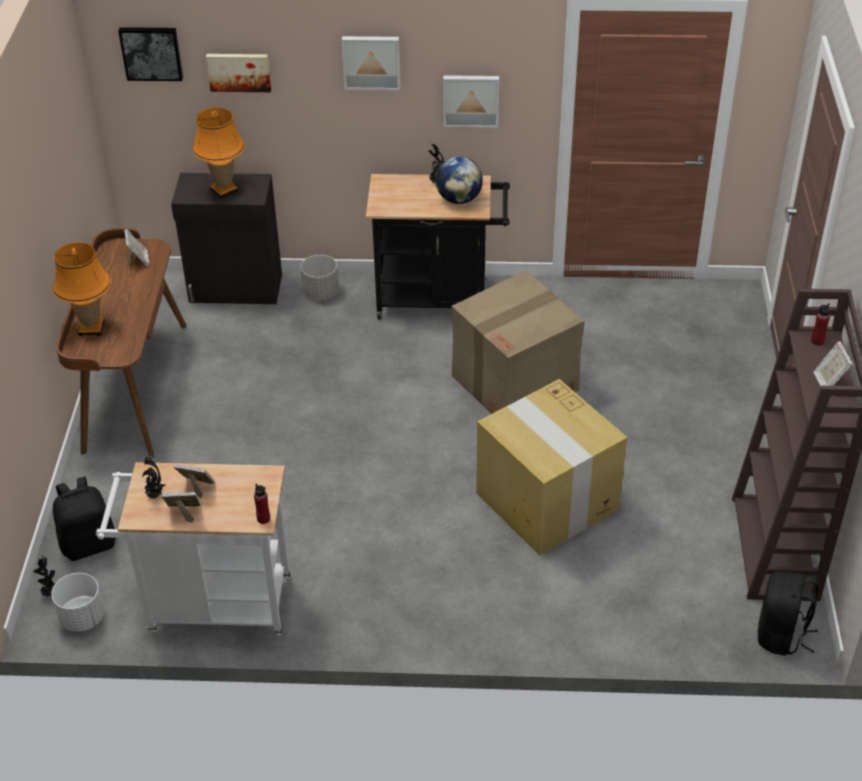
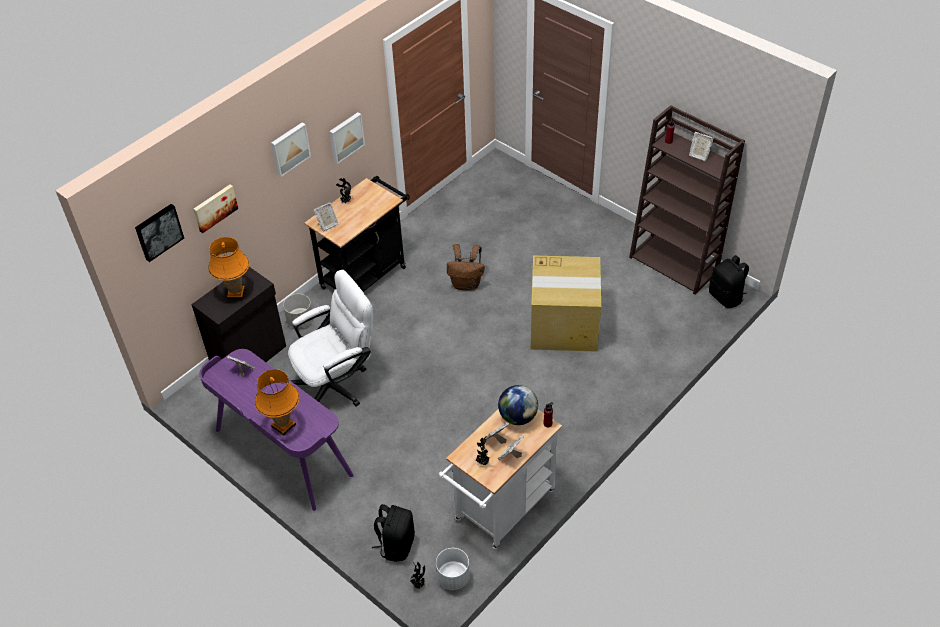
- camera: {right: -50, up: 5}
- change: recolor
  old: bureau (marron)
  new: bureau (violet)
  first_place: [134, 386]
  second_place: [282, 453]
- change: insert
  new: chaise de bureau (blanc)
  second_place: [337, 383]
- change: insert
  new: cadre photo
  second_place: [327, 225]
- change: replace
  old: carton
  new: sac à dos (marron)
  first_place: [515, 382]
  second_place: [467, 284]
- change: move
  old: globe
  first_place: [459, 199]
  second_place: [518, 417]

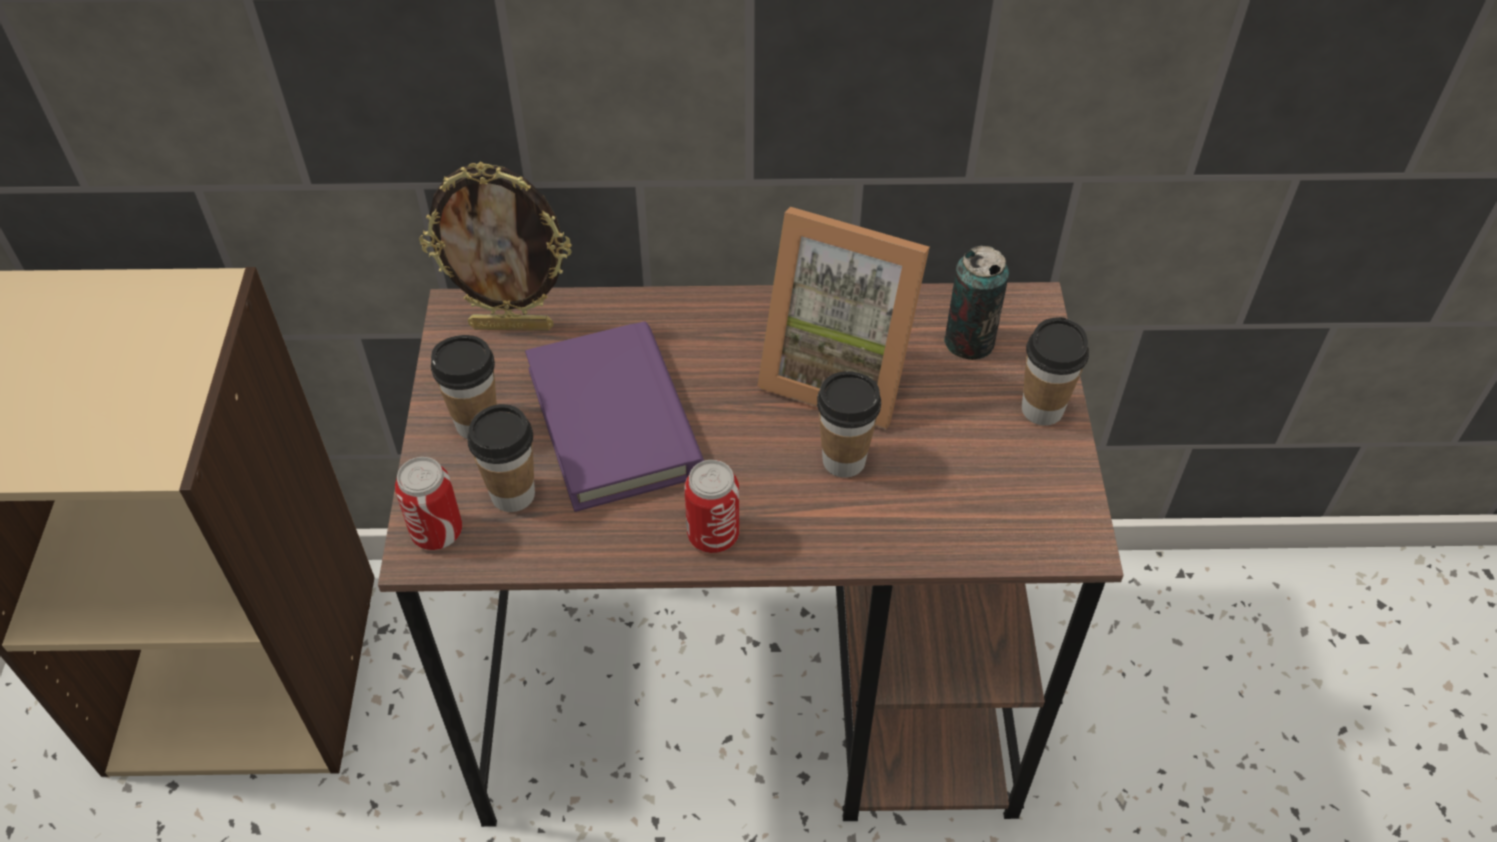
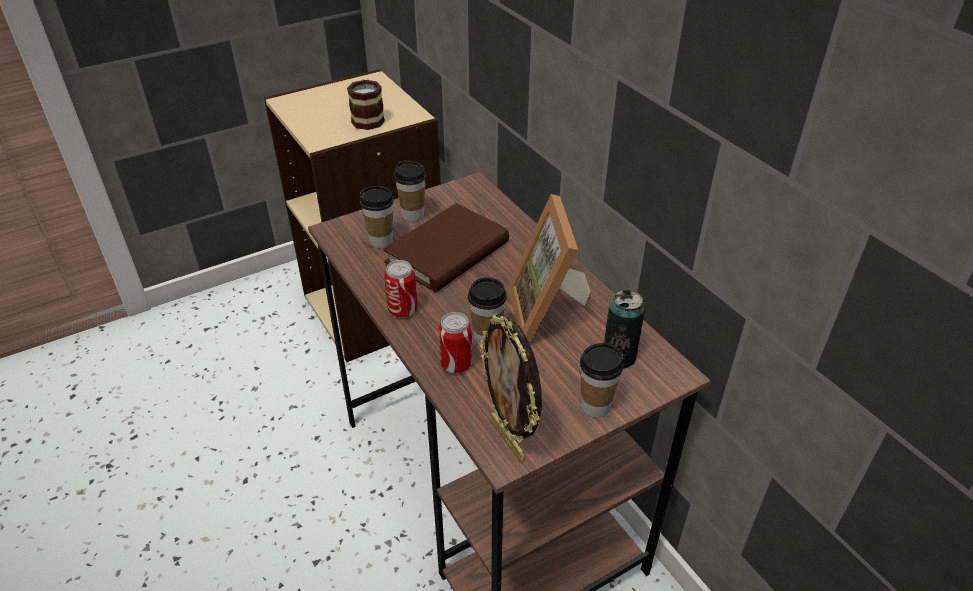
- camera: {right: 60, up: -10}
- change: insert
  new: mug
  second_place: [368, 118]
- change: recolor
  old: livre (violet)
  new: livre (marron)
  first_place: [614, 421]
  second_place: [447, 252]
- change: move
  old: boîte métallique
  first_place: [437, 532]
  second_place: [456, 364]
- change: move
  old: cadre photo
  first_place: [512, 325]
  second_place: [509, 439]

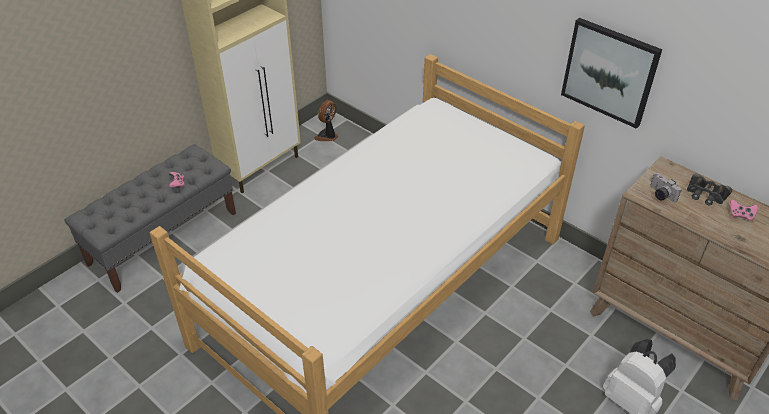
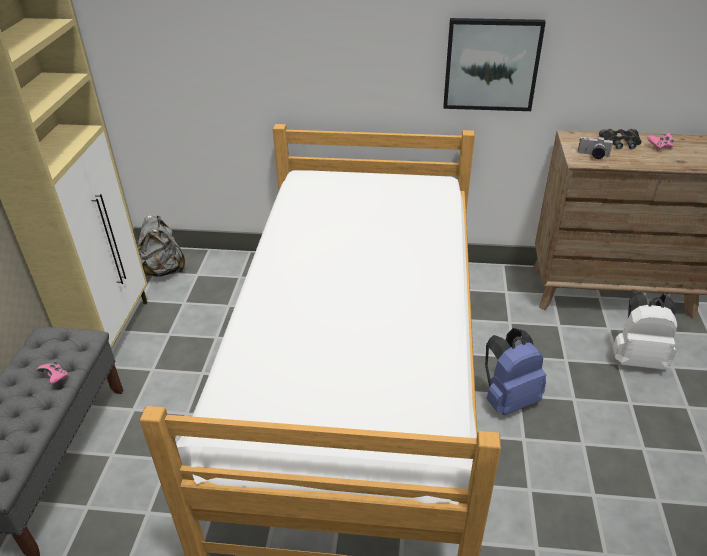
- camera: {right: -35, up: -5}
- change: replace
  old: ventilateur
  new: sac à dos (gris)
  first_place: [327, 136]
  second_place: [163, 270]
- change: insert
  new: sac à dos (bleu)
  second_place: [508, 398]

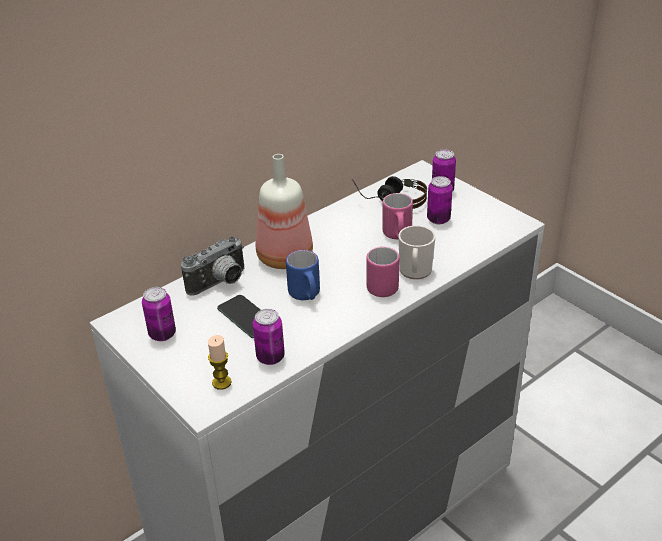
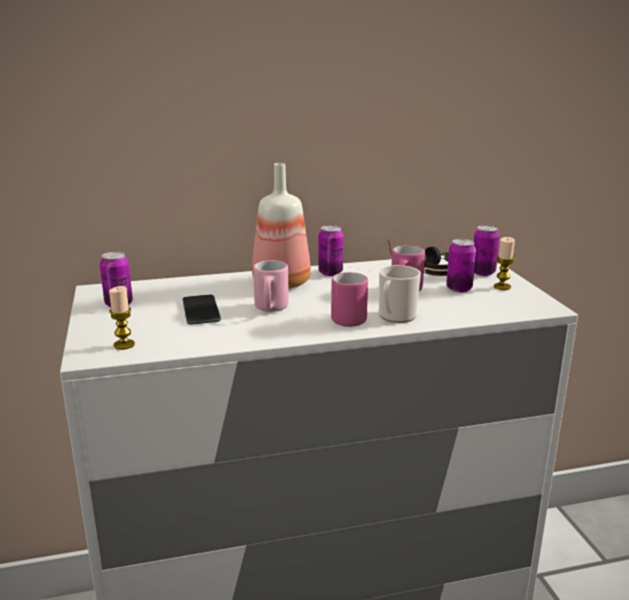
- camera: {right: 25, up: -15}
- change: recolor
  old: mug (bleu)
  new: mug (rose)
  first_place: [306, 295]
  second_place: [270, 309]
- change: move
  old: boîte métallique
  first_place: [270, 357]
  second_place: [330, 272]
- change: insert
  new: bougie
  second_place: [502, 287]
- change: delete
  old: appareil photo
  first_place: [220, 283]

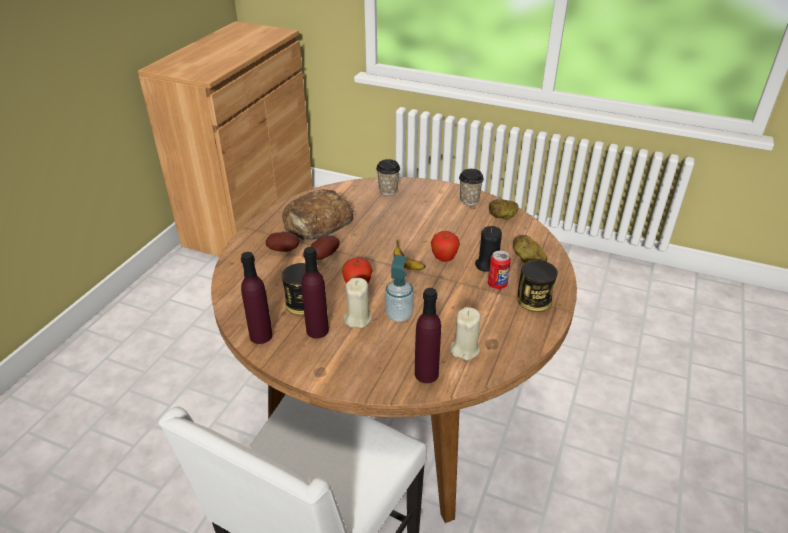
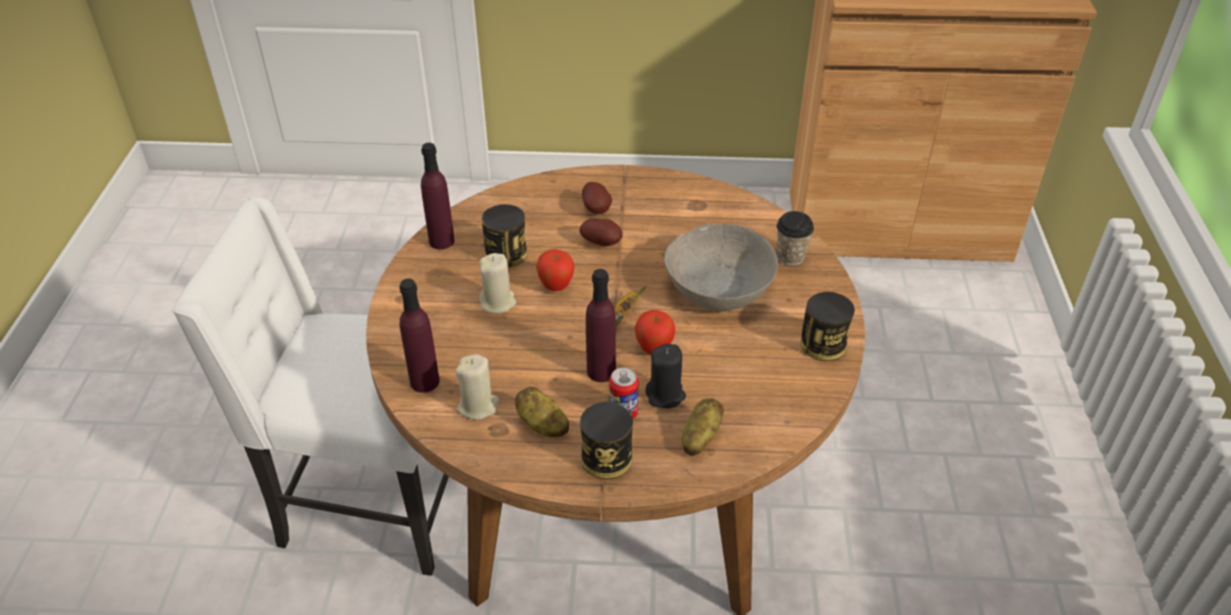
- camera: {right: 70, up: 5}
- change: move
  old: pomme de terre
  first_place: [503, 217]
  second_place: [542, 424]
- change: move
  old: bouteille (violet)
  first_place: [317, 330]
  second_place: [601, 371]
- change: insert
  new: bol (gris)
  second_place: [718, 288]
- change: replace
  old: tasse
  new: boîte métallique
  first_place: [469, 200]
  second_place: [823, 344]
- change: delete
  old: pain
  first_place: [317, 223]
- change: delete
  old: distributeur de savon
  first_place: [399, 315]

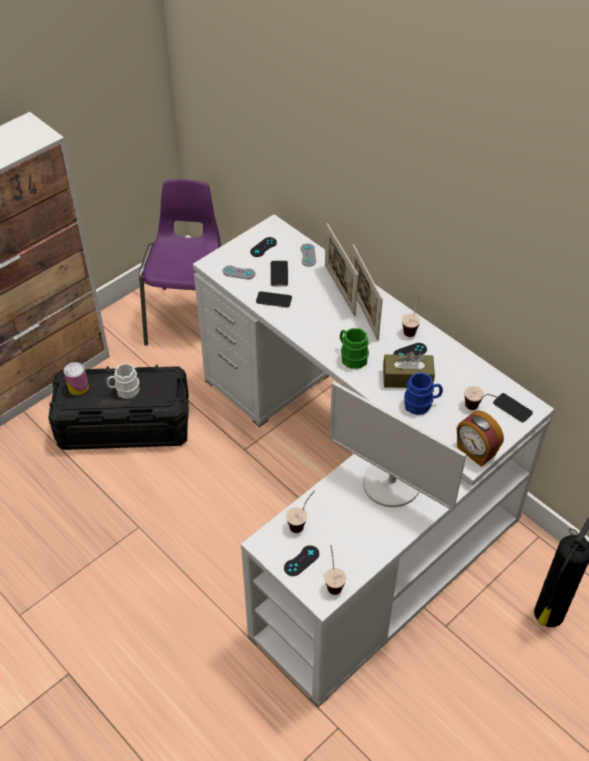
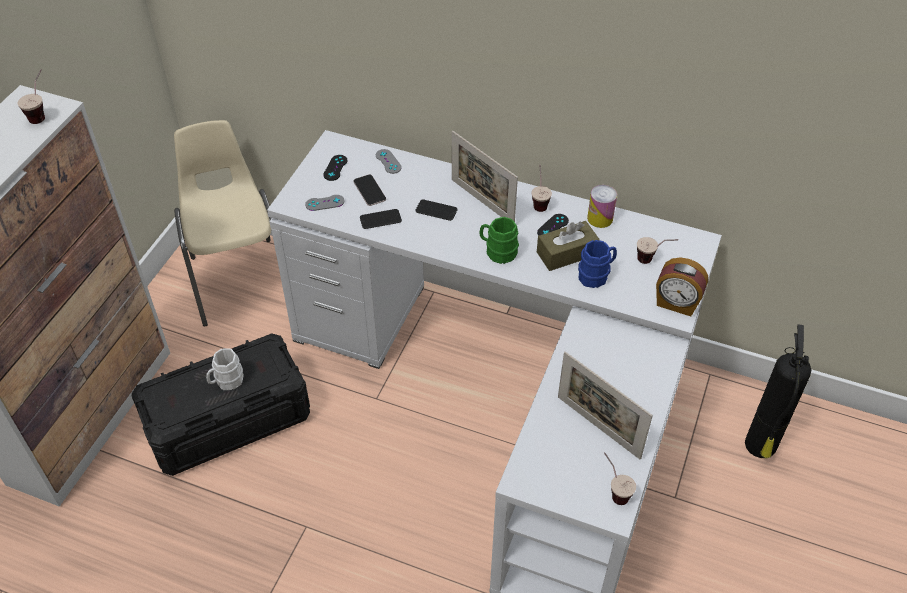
- camera: {right: -25, up: 0}
- change: move
  old: tasse
  first_place: [302, 521]
  second_place: [42, 113]
- change: recolor
  old: chaise (violet)
  new: chaise (beige)
  first_place: [190, 317]
  second_place: [239, 278]
- change: move
  old: téléphone
  first_place: [512, 408]
  second_place: [436, 210]
- change: move
  old: cadre photo
  first_place: [339, 290]
  second_place: [598, 427]
- change: move
  old: boîte métallique
  first_place: [78, 387]
  second_place: [600, 218]
- change: delete
  old: manette (noir)
  first_place: [301, 561]
- change: delete
  old: écran d'ordinateur
  first_place: [391, 483]

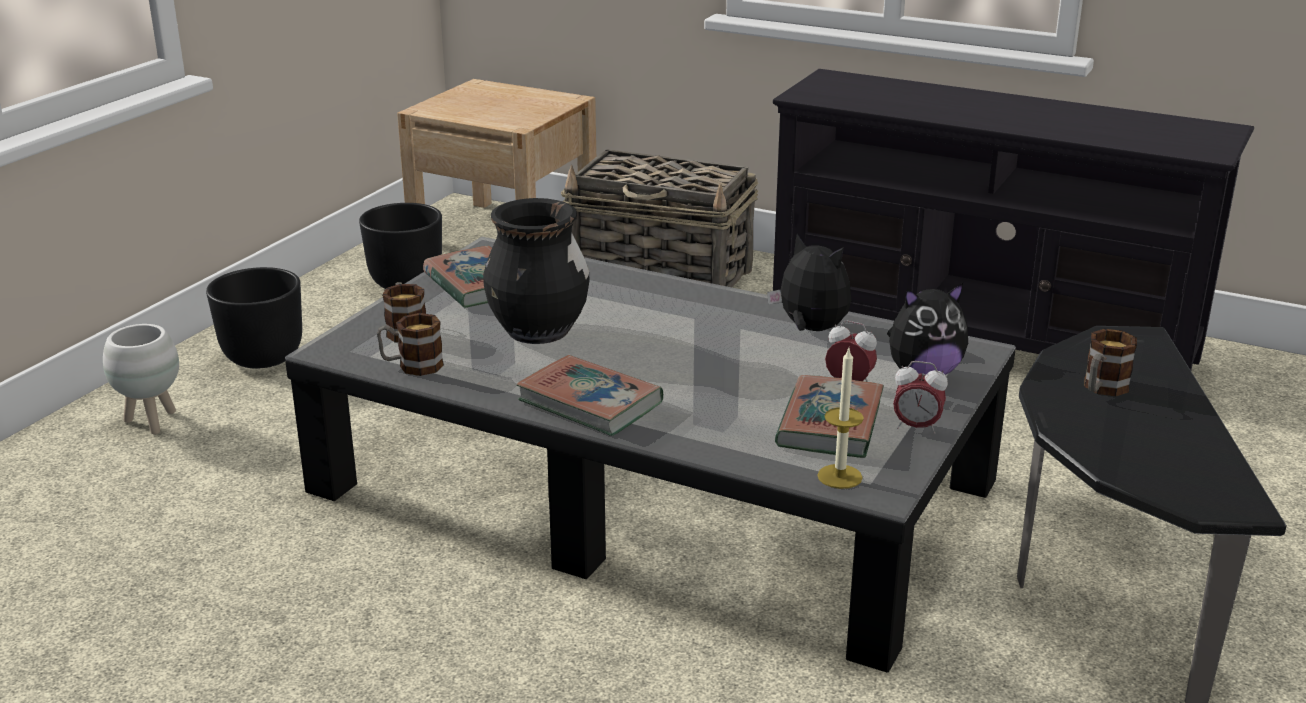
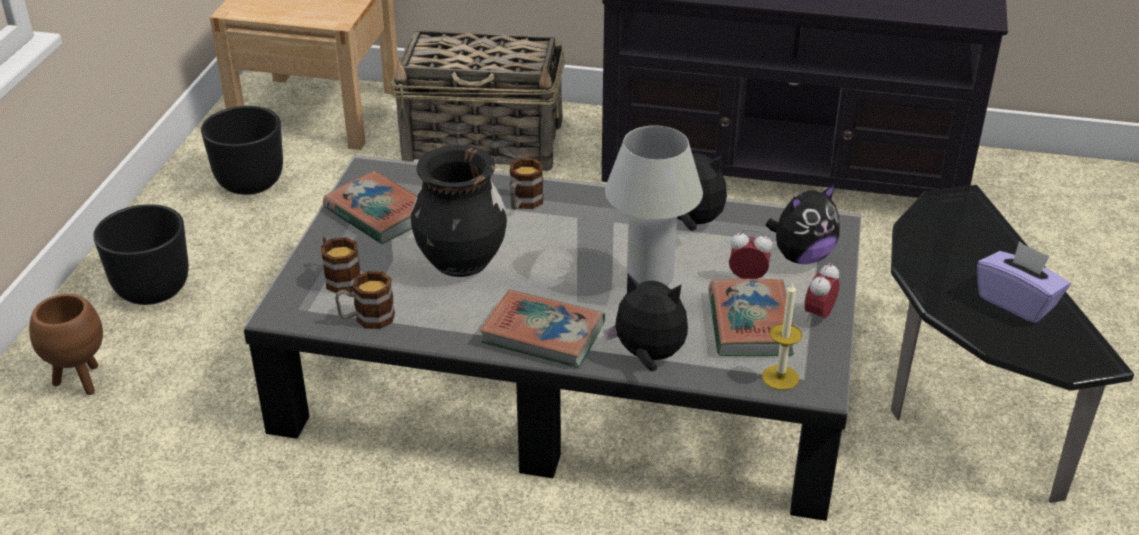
- camera: {right: -15, up: 10}
- change: recolor
  old: cache-pot (blanc)
  new: cache-pot (marron)
  first_place: [152, 422]
  second_place: [80, 381]
- change: move
  old: mug
  first_place: [1102, 389]
  second_place: [523, 203]
- change: insert
  new: peluche
  second_place: [648, 356]
- change: insert
  new: lampe de table (blanc)
  second_place: [650, 277]
- change: rotate
  old: réveil
  first_place: [916, 427]
  second_place: [819, 315]
  degrees: 120
- change: insert
  new: boîte à mouchoirs (violet)
  second_place: [1017, 302]

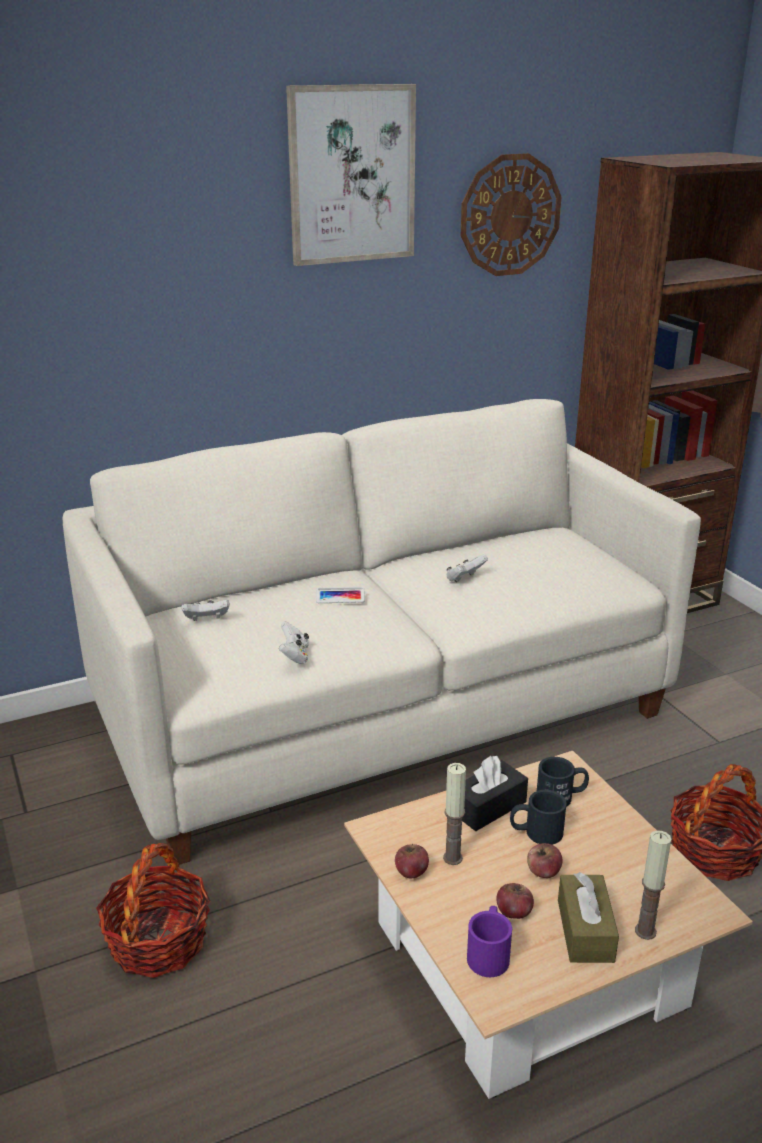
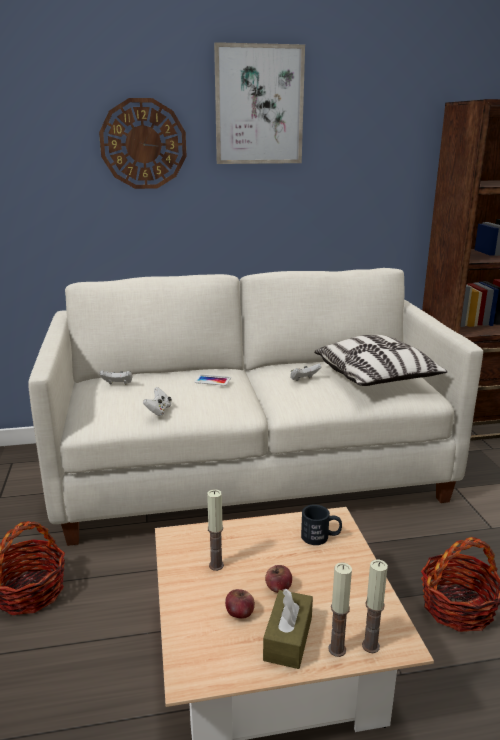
- camera: {right: 15, up: -5}
- change: move
  old: horloge murale
  first_place: [510, 215]
  second_place: [143, 144]
- change: insert
  new: coussin
  second_place: [376, 378]
- change: insert
  new: bougie
  second_place: [370, 646]
- change: delete
  old: pomme
  first_place: [411, 872]
- change: delete
  old: boîte à mouchoirs (noir)
  first_place: [488, 807]
- change: delete
  old: mug (violet)
  first_place: [489, 952]
- change: delete
  old: mug (noir)
  first_place: [536, 832]

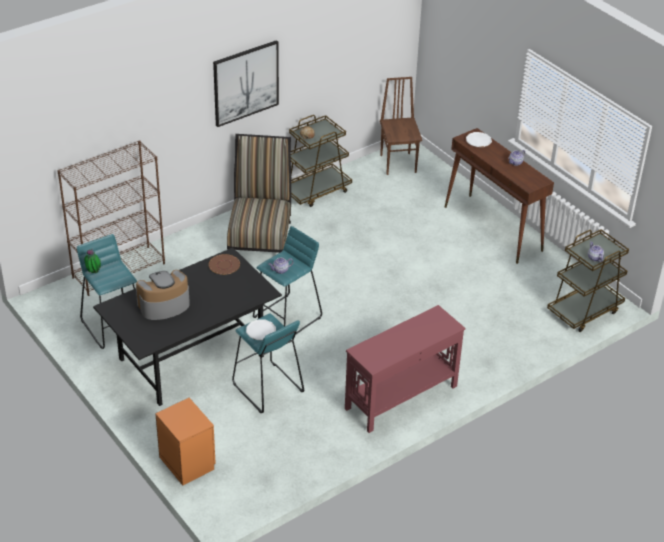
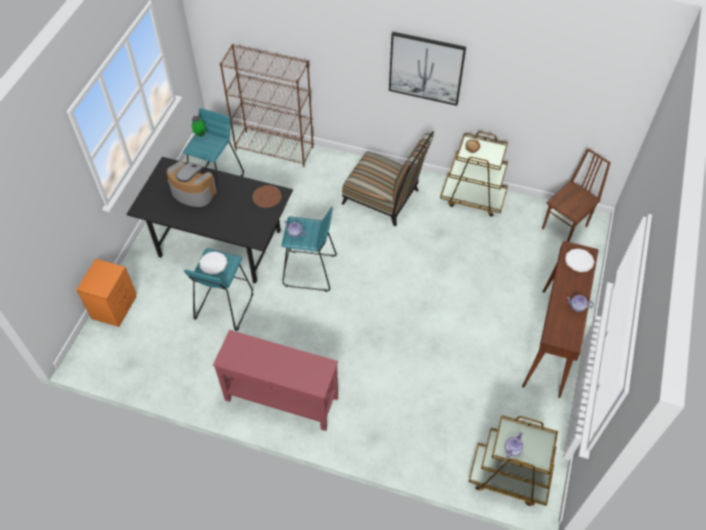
- camera: {right: 55, up: 15}
- change: rotate
  old: chaise
  first_place: [260, 236]
  second_place: [385, 199]
  degrees: 60

